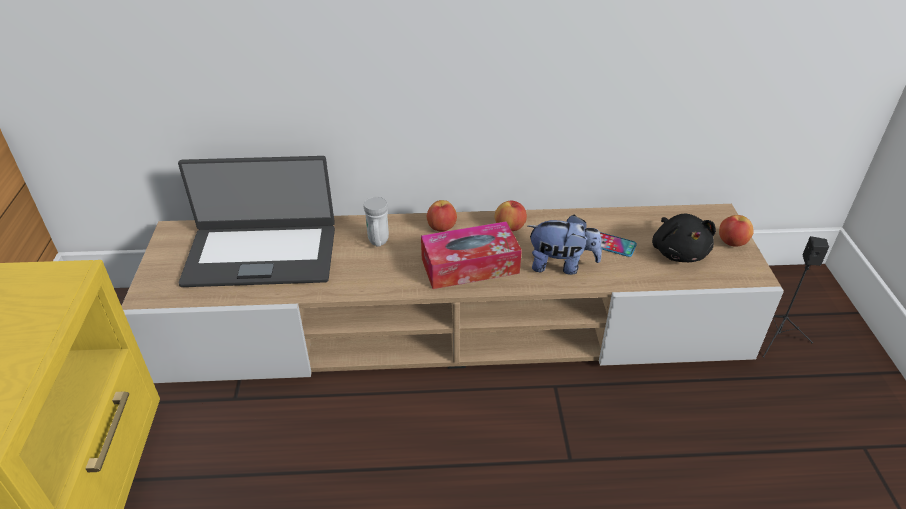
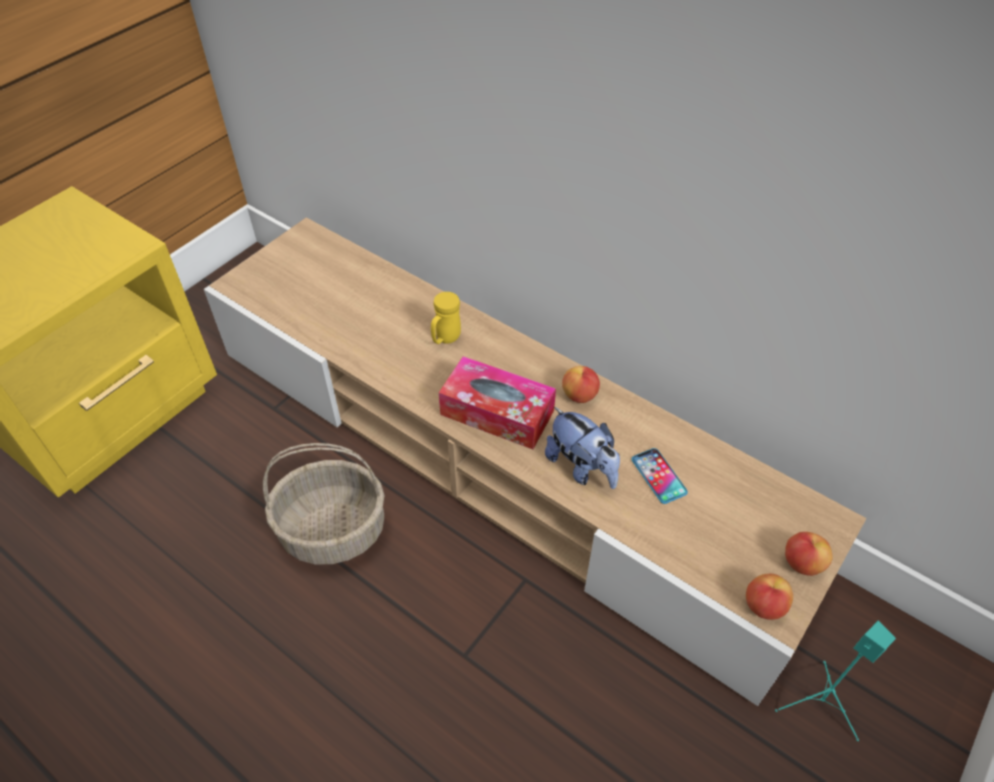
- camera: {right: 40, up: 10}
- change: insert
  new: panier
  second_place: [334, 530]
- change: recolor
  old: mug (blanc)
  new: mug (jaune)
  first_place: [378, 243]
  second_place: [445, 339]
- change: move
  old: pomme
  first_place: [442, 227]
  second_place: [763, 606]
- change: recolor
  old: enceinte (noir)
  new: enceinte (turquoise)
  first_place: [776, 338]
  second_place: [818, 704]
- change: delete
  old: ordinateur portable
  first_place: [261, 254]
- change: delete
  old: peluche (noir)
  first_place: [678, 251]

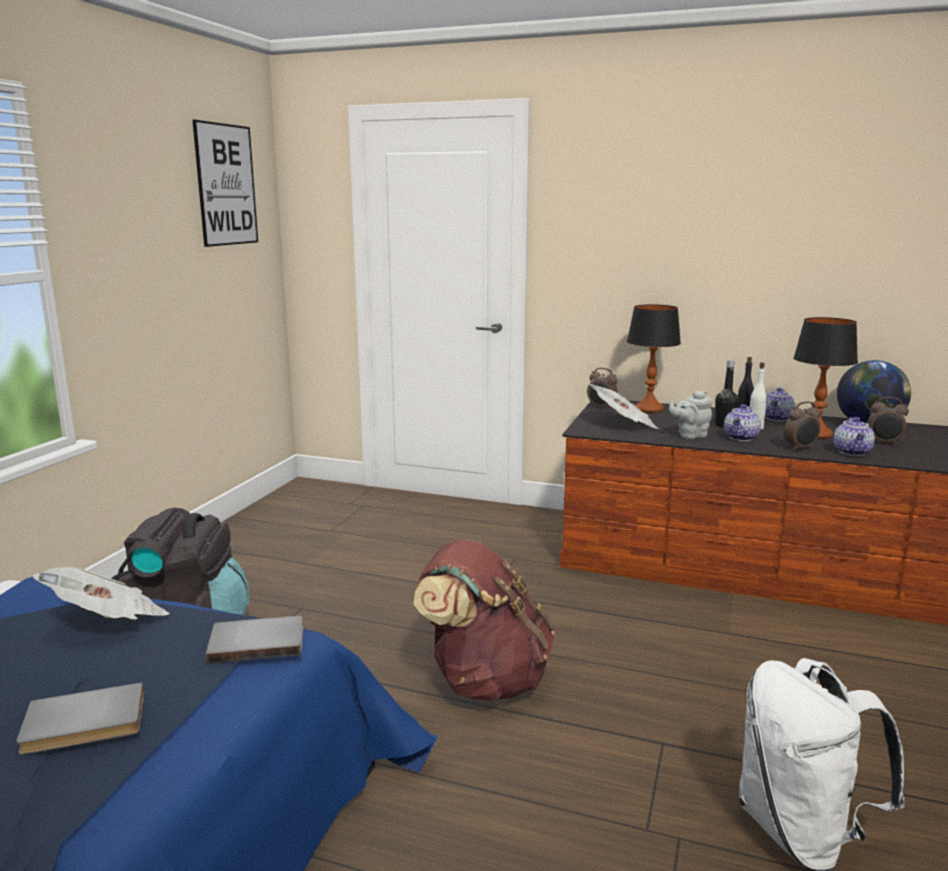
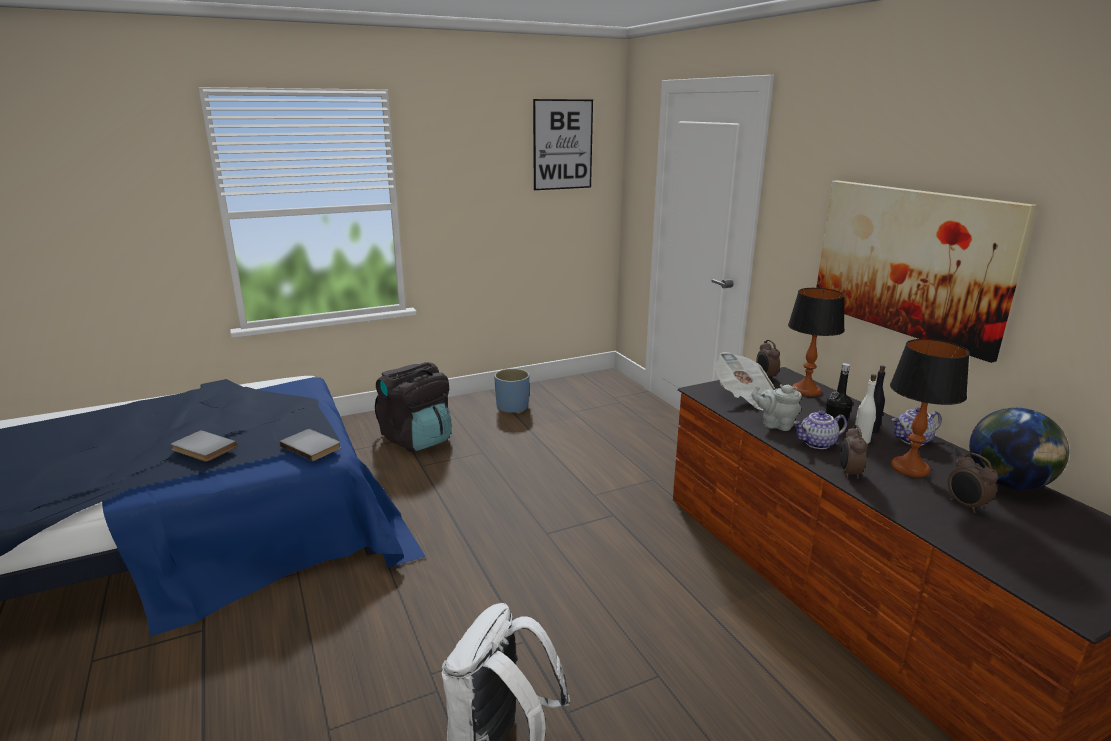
- camera: {right: 45, up: 5}
- change: insert
  new: cache-pot (bleu)
  second_place: [512, 407]
- change: insert
  new: tableau
  second_place: [909, 262]
- change: rotate
  old: réveil
  first_place: [800, 448]
  second_place: [848, 474]
  degrees: 75
- change: delete
  old: journal
  first_place: [108, 621]
- change: delete
  old: sac à dos (marron)
  first_place: [484, 680]
- change: delete
  old: théière
  first_place: [853, 452]

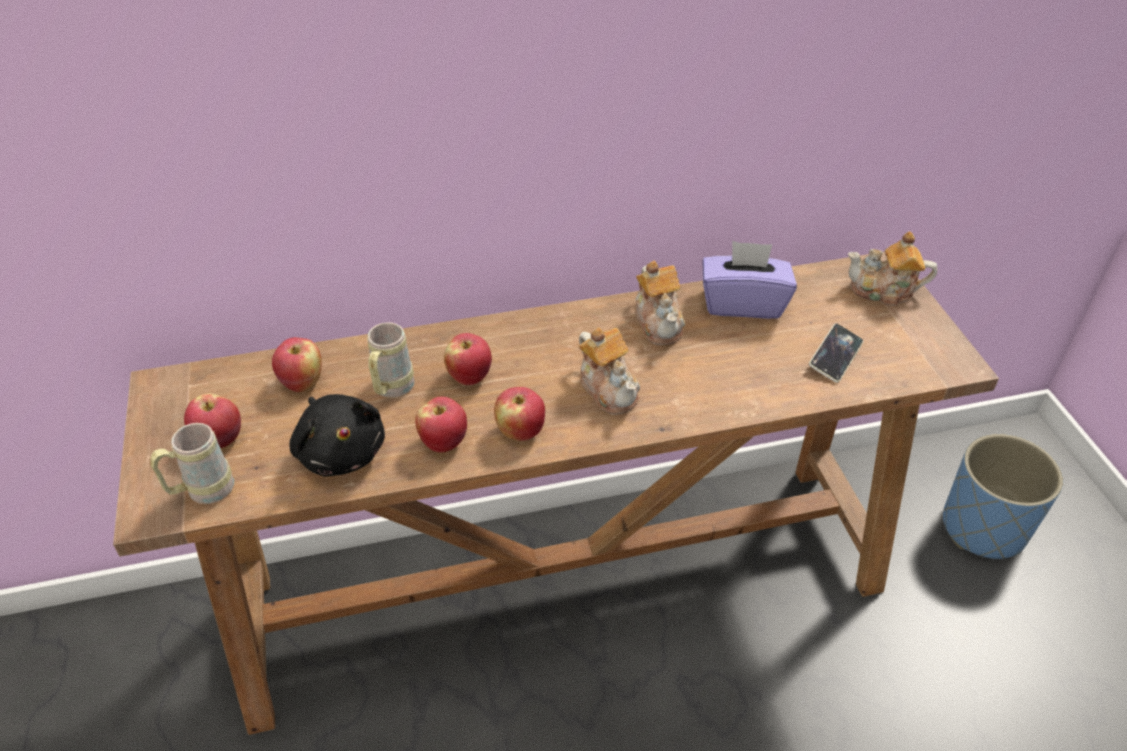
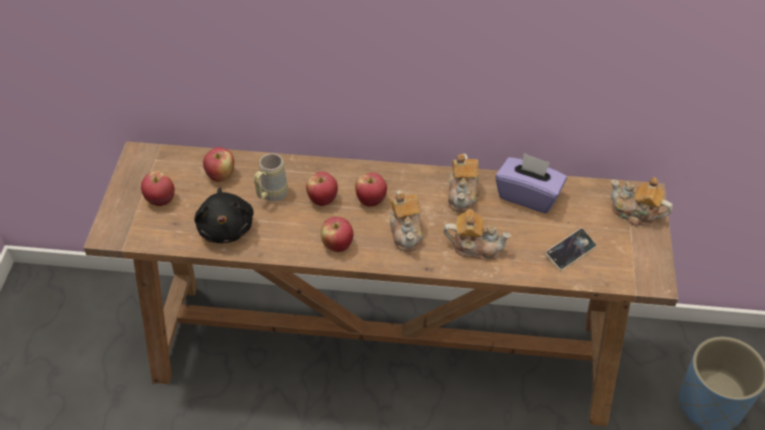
- camera: {right: 20, up: 5}
- change: move
  old: pomme
  first_place: [444, 442]
  second_place: [371, 200]
- change: insert
  new: théière
  second_place: [475, 247]
- change: delete
  old: mug (beige)
  first_place: [202, 492]

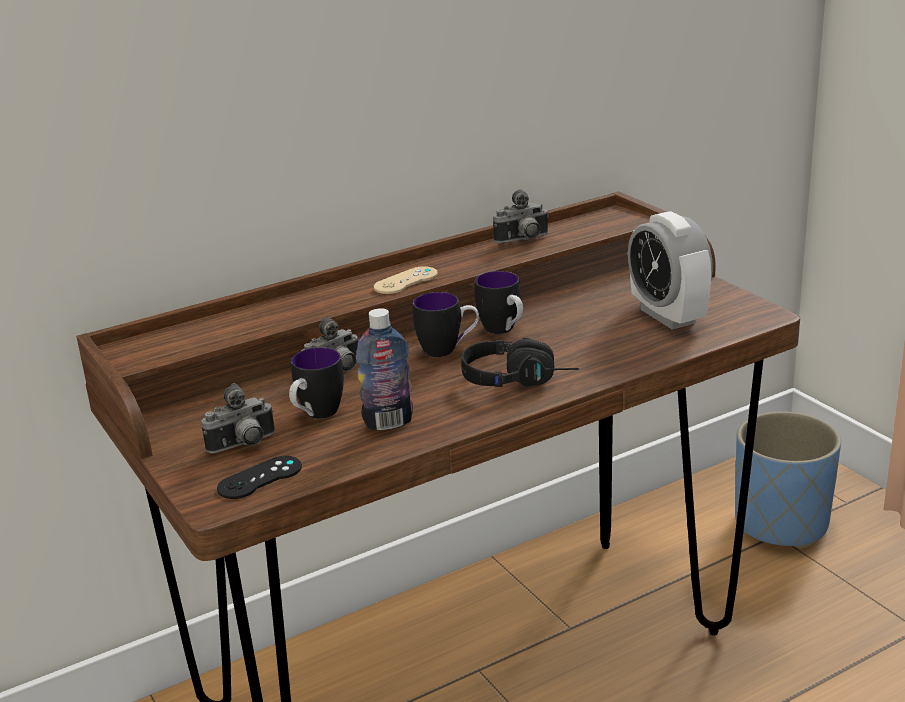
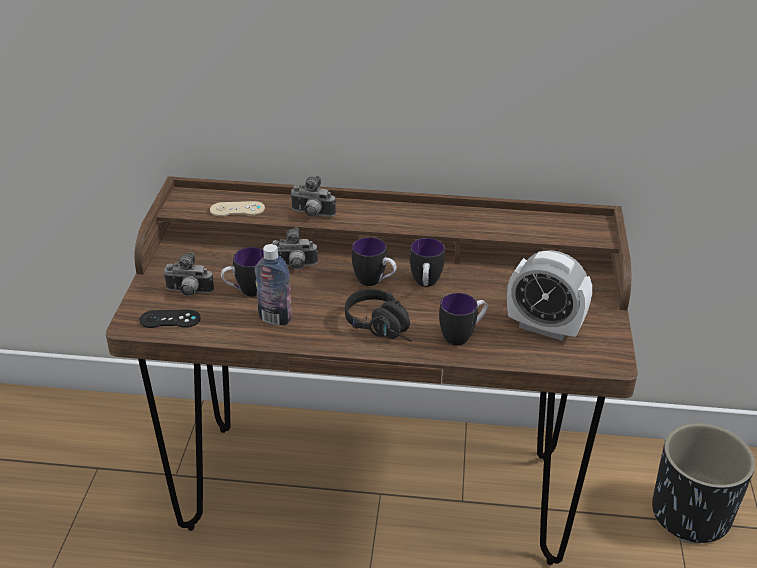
- camera: {right: 35, up: 10}
- change: move
  old: manette (beige)
  first_place: [406, 281]
  second_place: [237, 209]
- change: move
  old: appareil photo
  first_place: [523, 240]
  second_place: [312, 214]
- change: insert
  new: mug
  second_place: [462, 336]
- change: rotate
  old: réveil
  first_place: [667, 316]
  second_place: [544, 327]
  degrees: -75
- change: recolor
  old: cache-pot (bleu)
  new: cache-pot (noir)
  first_place: [781, 523]
  second_place: [691, 514]

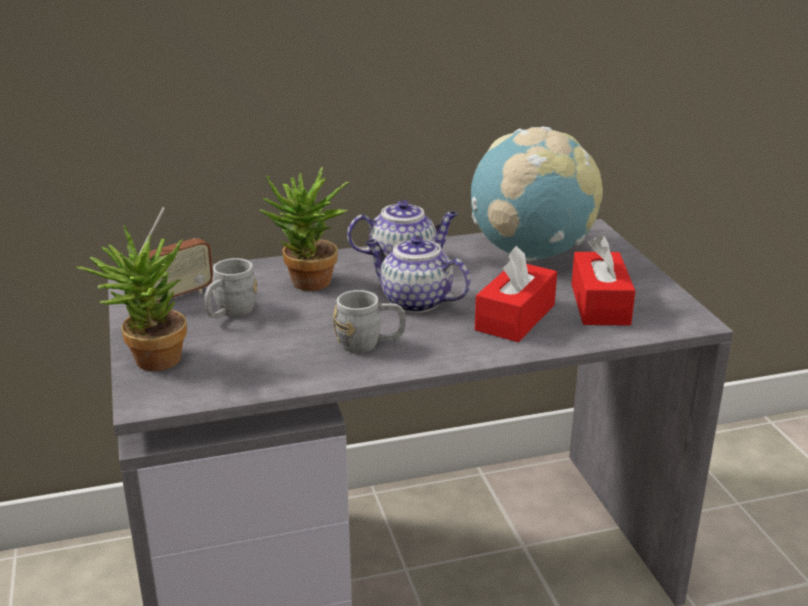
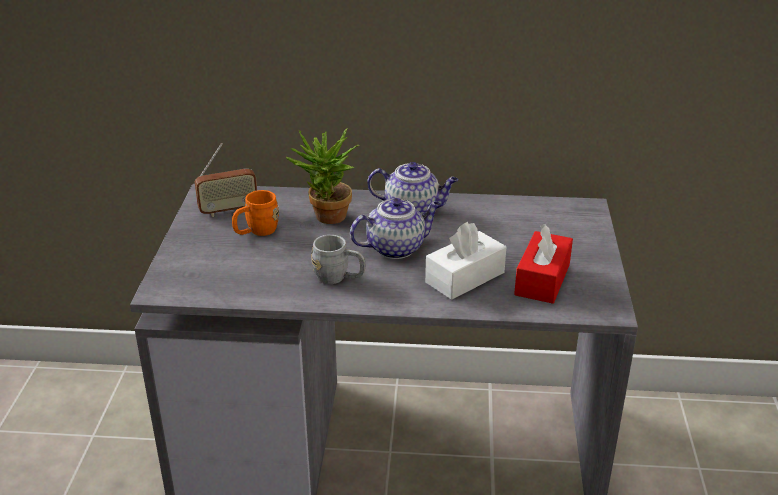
- camera: {right: 20, up: 5}
- change: recolor
  old: mug (gris)
  new: mug (orange)
  first_place: [230, 313]
  second_place: [256, 232]
- change: rotate
  old: théière
  first_place: [414, 301]
  second_place: [396, 248]
  degrees: 105
- change: recolor
  old: boîte à mouchoirs (rouge)
  new: boîte à mouchoirs (blanc)
  first_place: [515, 317]
  second_place: [465, 277]
- change: delete
  old: plante en pot
  first_place: [148, 361]
- change: delete
  old: globe
  first_place: [531, 253]

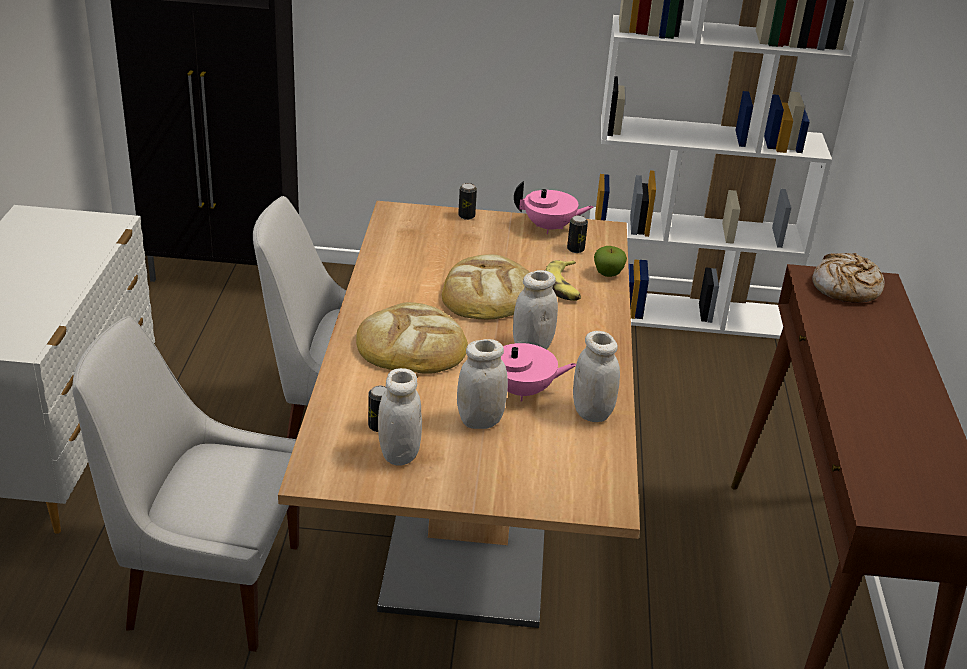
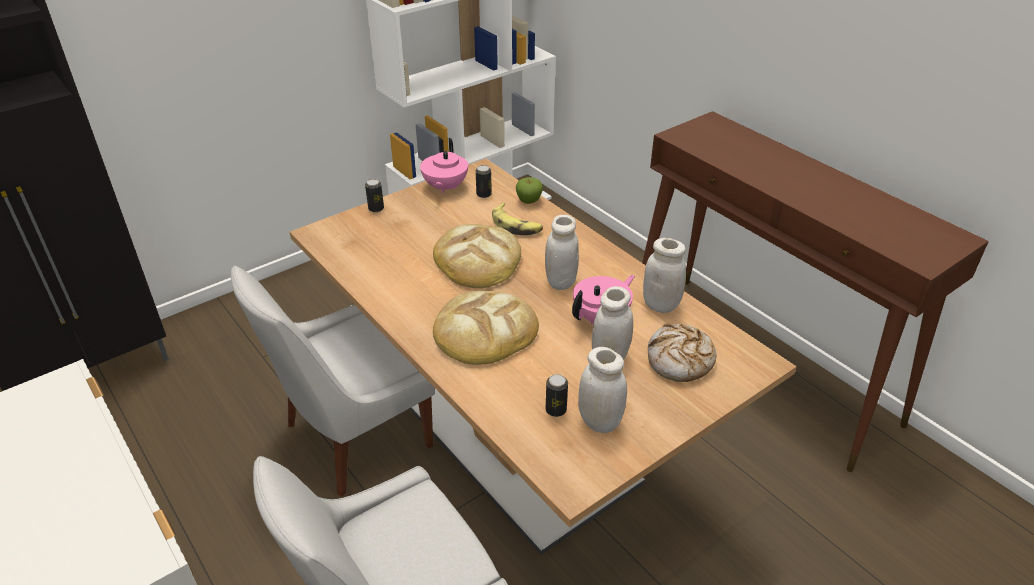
- camera: {right: -40, up: 5}
- change: rotate
  old: théière (rose)
  first_place: [549, 227]
  second_place: [444, 187]
  degrees: 135
- change: move
  old: pain
  first_place: [846, 288]
  second_place: [679, 360]

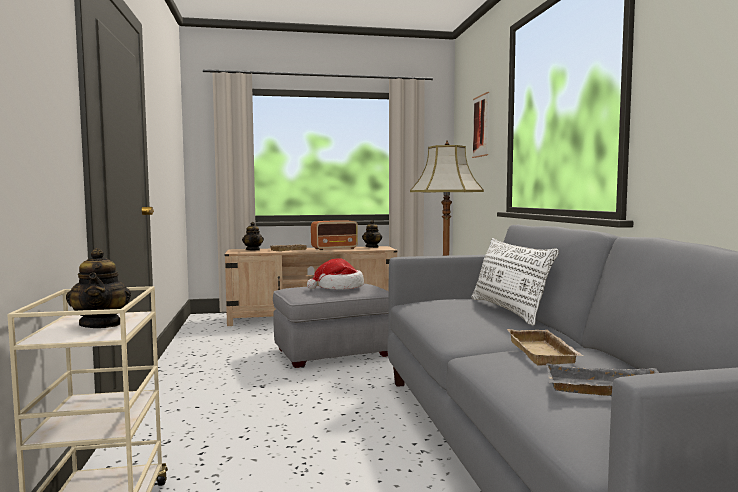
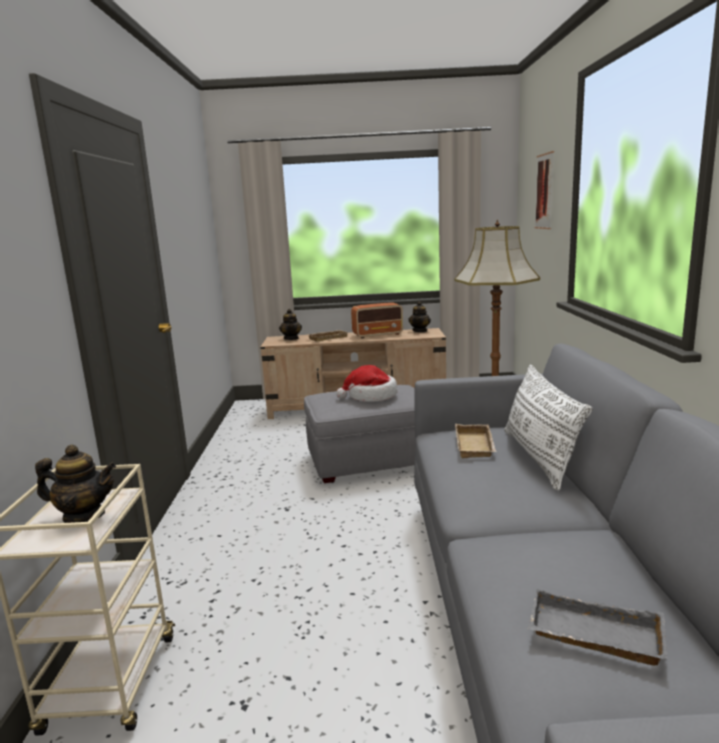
- camera: {right: 10, up: 10}
- change: rotate
  old: théière
  first_place: [101, 324]
  second_place: [84, 516]
  degrees: -75
- change: move
  old: plateau (beige)
  first_place: [545, 353]
  second_place: [476, 446]

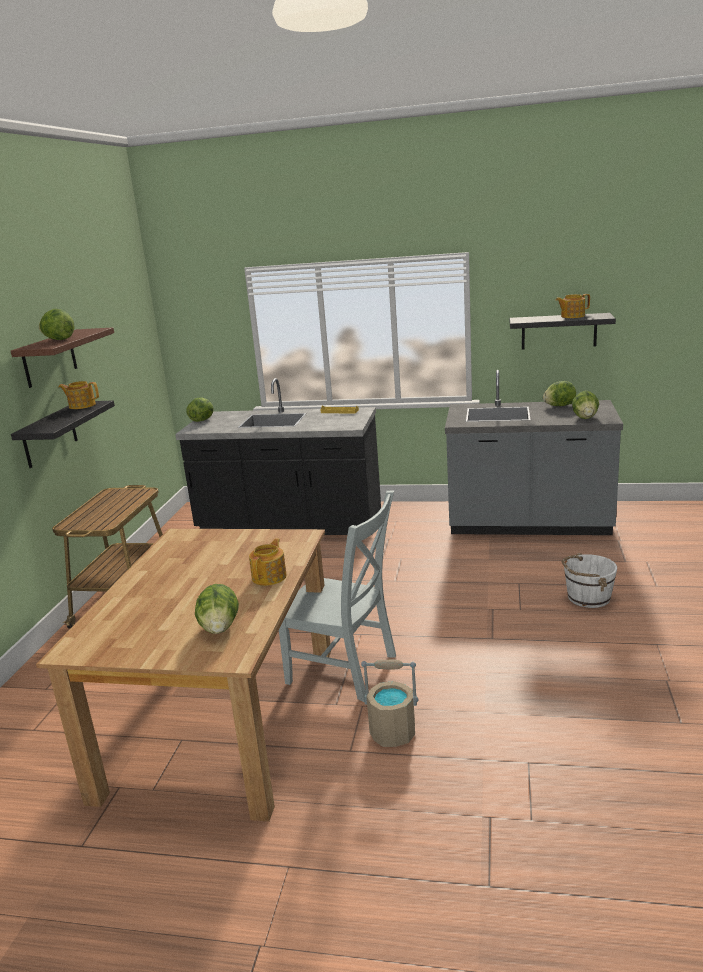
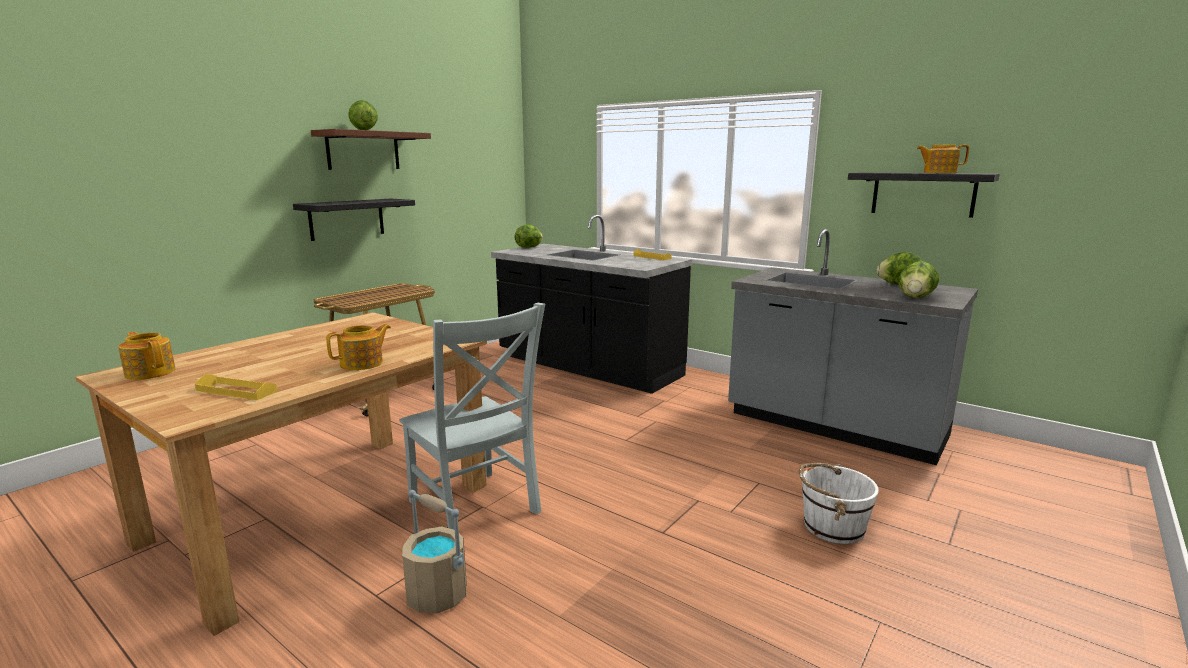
- camera: {right: 25, up: -5}
- change: move
  old: théière
  first_place: [82, 405]
  second_place: [150, 372]
- change: replace
  old: laitue
  new: plateau (jaune)
  first_place: [220, 628]
  second_place: [236, 391]

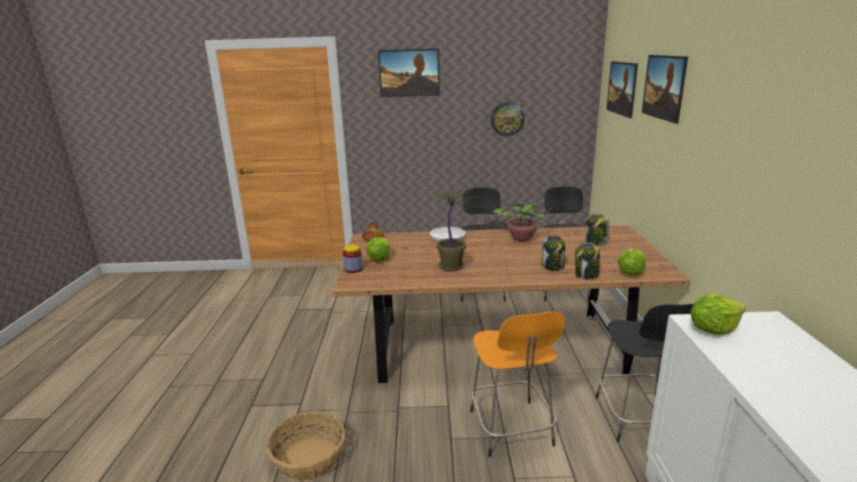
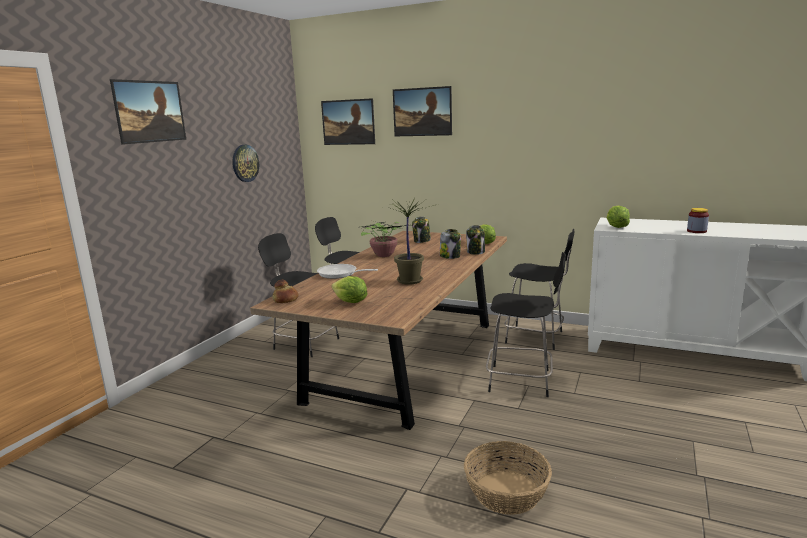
- camera: {right: -65, up: -5}
- change: recolor
  old: tabouret (orange)
  new: tabouret (noir)
  first_place: [511, 430]
  second_place: [522, 381]
- change: move
  old: bocal
  first_place: [353, 269]
  second_place: [696, 231]

